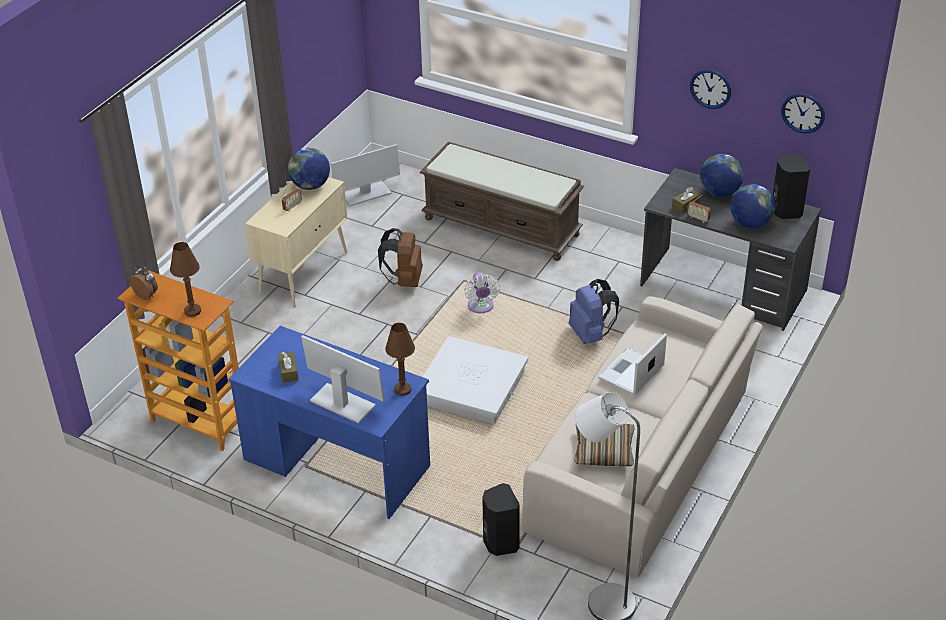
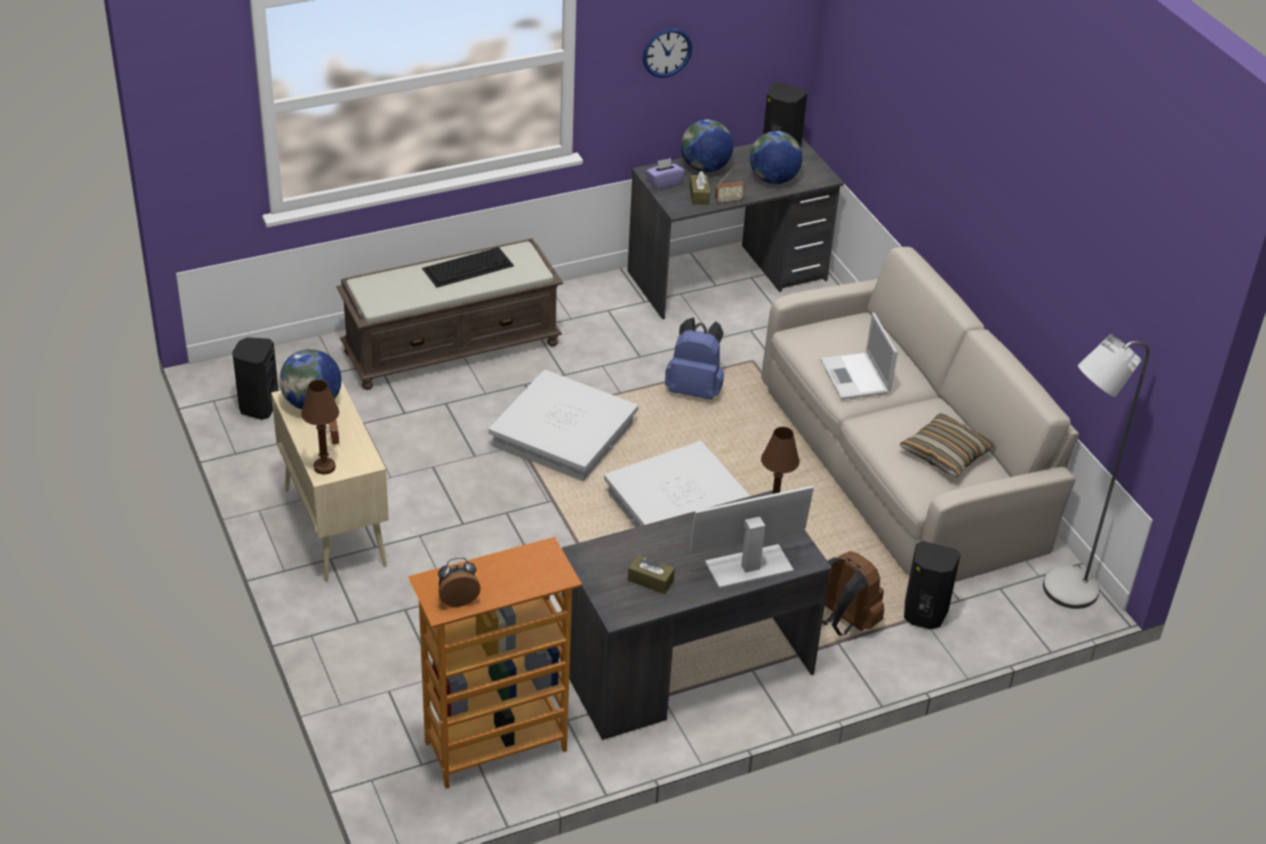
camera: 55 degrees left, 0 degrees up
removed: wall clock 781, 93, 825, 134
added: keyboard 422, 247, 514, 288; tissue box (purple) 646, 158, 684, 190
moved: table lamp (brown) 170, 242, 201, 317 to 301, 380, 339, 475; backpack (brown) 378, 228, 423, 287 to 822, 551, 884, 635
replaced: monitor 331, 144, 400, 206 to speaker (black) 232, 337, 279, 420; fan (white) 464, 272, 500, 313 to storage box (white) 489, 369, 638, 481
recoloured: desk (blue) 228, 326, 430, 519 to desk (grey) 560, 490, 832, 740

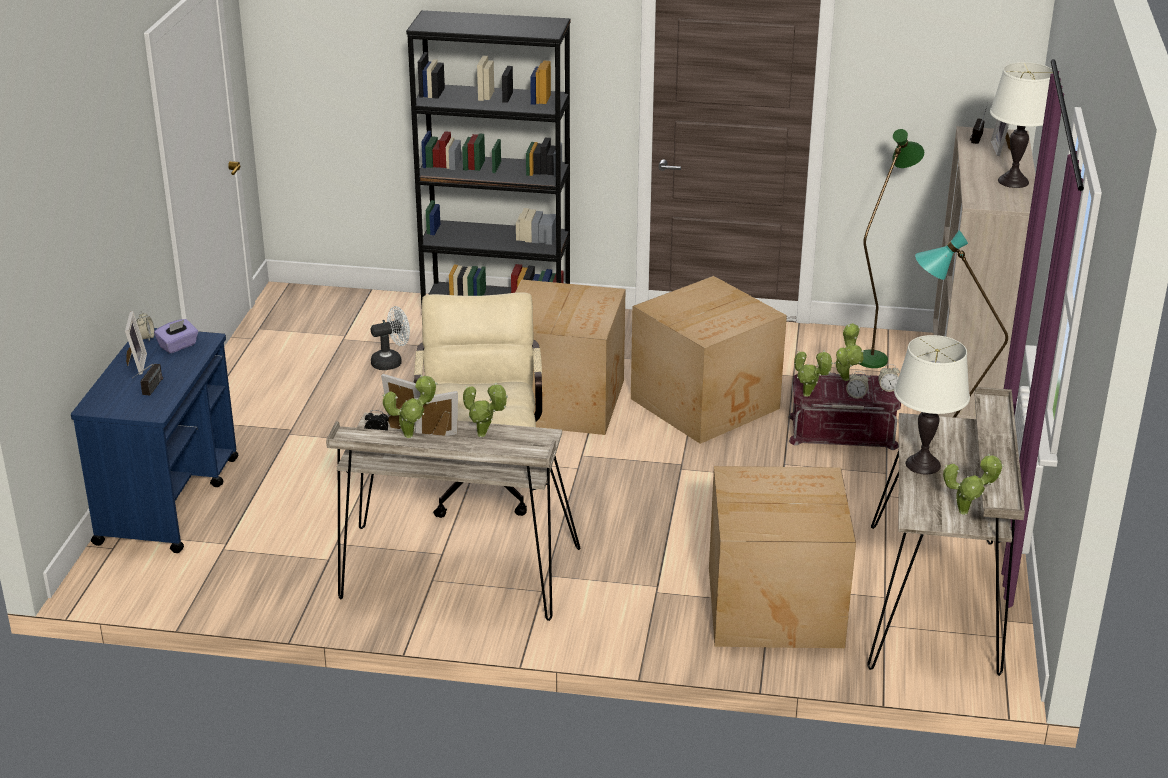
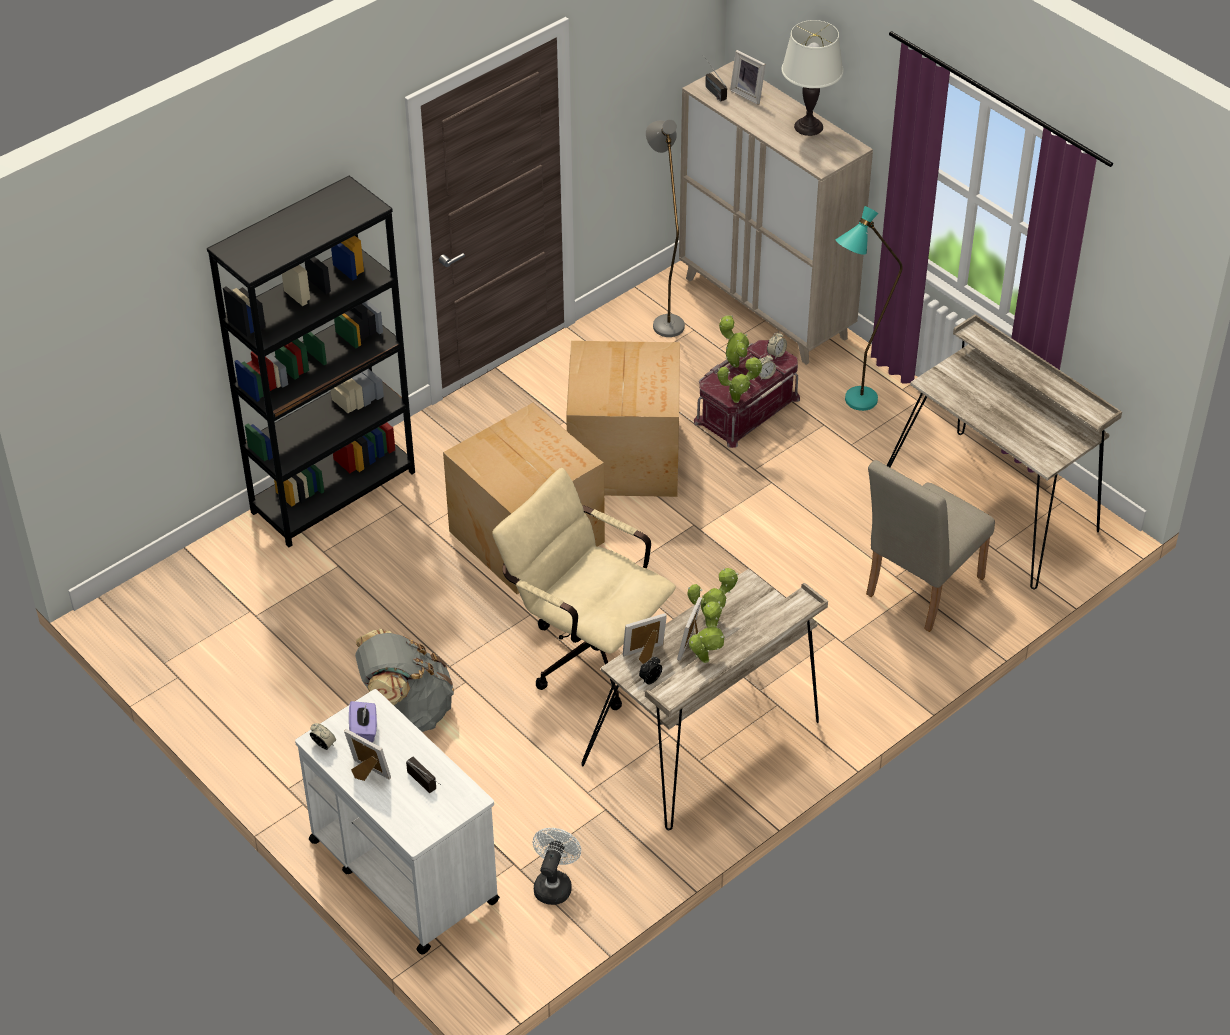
camera: 50 degrees left, 15 degrees up
removed: table lamp (white) 894, 335, 970, 474; potted plant 943, 454, 1004, 515
added: backpack (grey) 355, 629, 454, 732
moved: fan (white) 371, 306, 410, 370 to 533, 828, 581, 905
replaced: cardboard box 709, 466, 856, 648 to chair (beige) 866, 460, 995, 632
recoloured: cart (blue) 71, 328, 239, 553 to cart (white) 295, 689, 500, 954; floor lamp (green) 860, 129, 924, 368 to floor lamp (grey) 646, 120, 685, 337

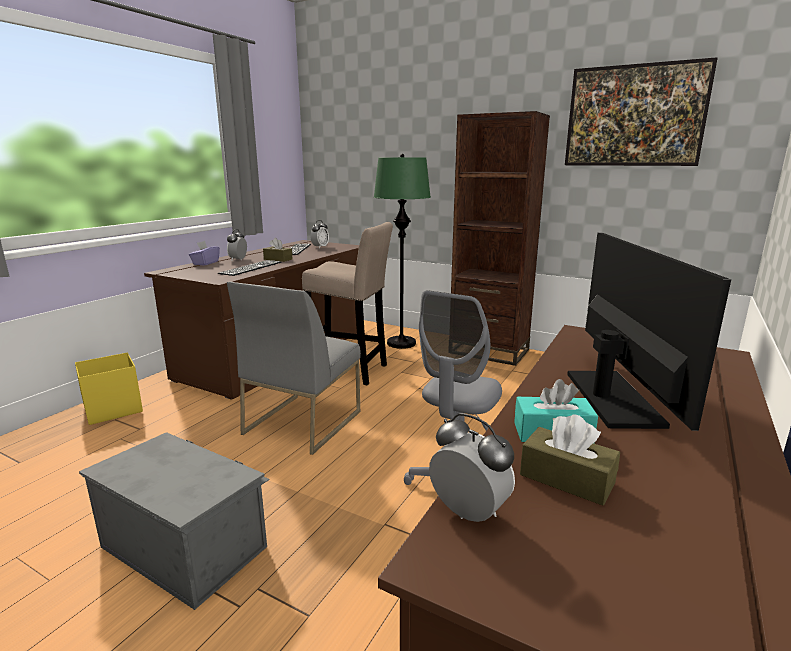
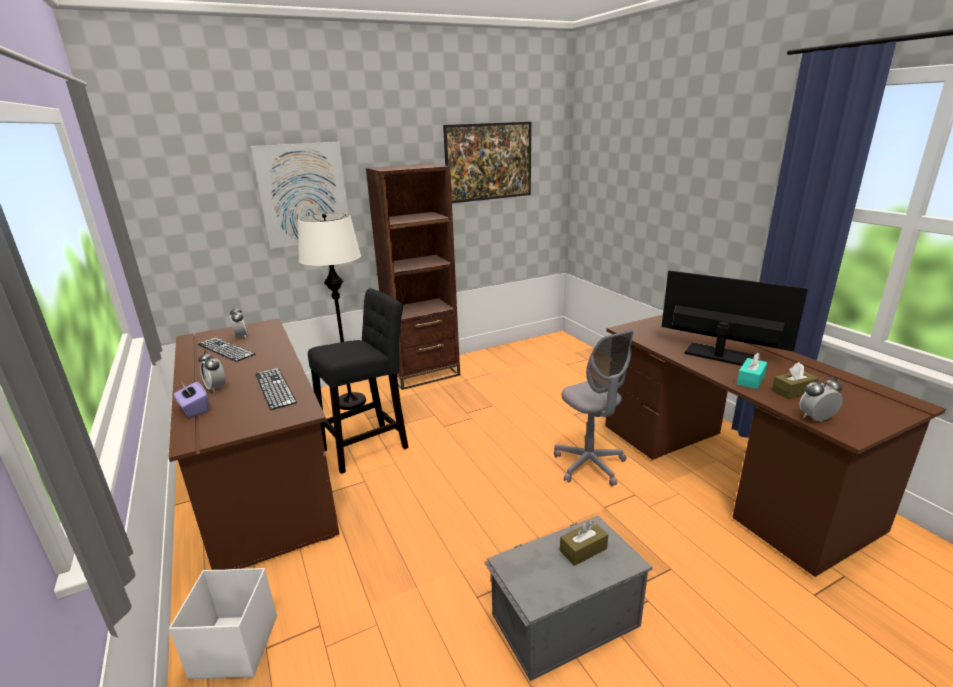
camera: 55 degrees left, 5 degrees up
removed: chair (grey) 227, 282, 361, 455
added: picture 251, 142, 349, 249
moved: tissue box (brown) 263, 238, 293, 262 to 560, 521, 608, 566
recoloured: storage box (yellow) 75, 353, 143, 425 to storage box (white) 169, 568, 277, 679; stool (beige) 302, 222, 393, 385 to stool (black) 308, 288, 409, 474; floor lamp (green) 374, 154, 431, 349 to floor lamp (white) 298, 213, 366, 410

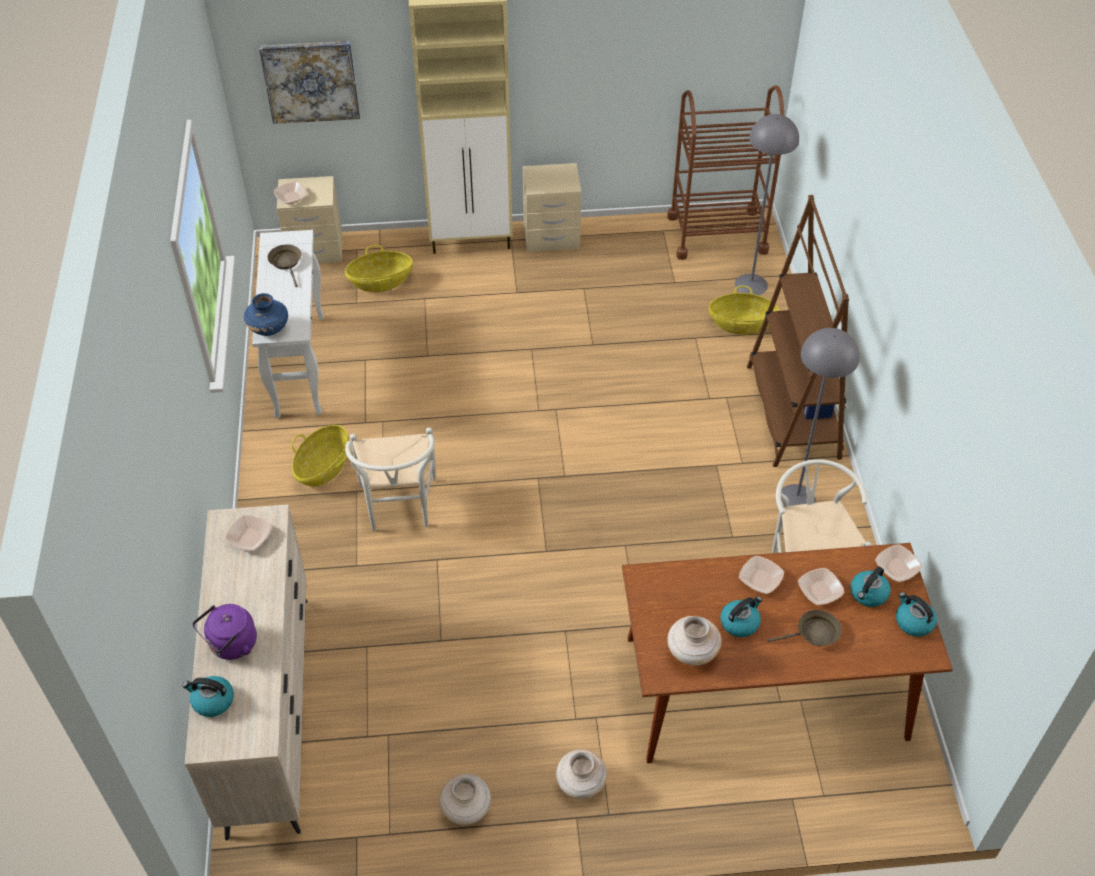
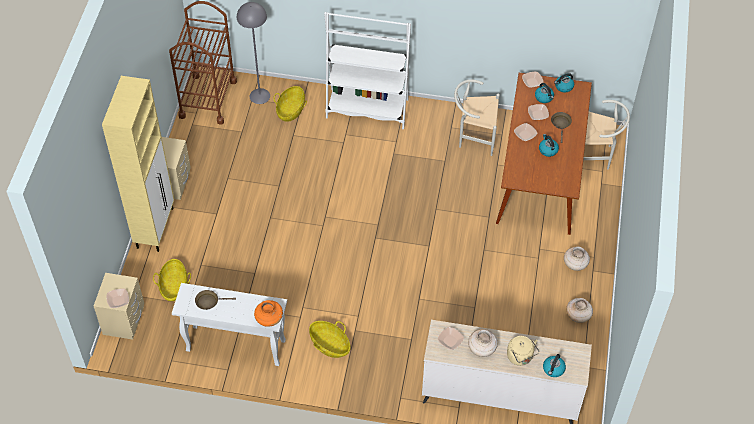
camera: 75 degrees left, 5 degrees up
removed: picture 259, 41, 360, 124; floor lamp (grey) 781, 328, 860, 506
moved: chair (white) 345, 427, 436, 532 to 583, 100, 630, 170; vase (beige) 667, 616, 722, 666 to 468, 329, 498, 357
recoloured: kettle (purple) 192, 604, 257, 660 to kettle (beige) 507, 336, 539, 366; vase (blue) 244, 293, 288, 336 to vase (orange) 254, 300, 283, 327; bookcase (brown) 747, 195, 849, 467 to bookcase (white) 324, 12, 411, 129

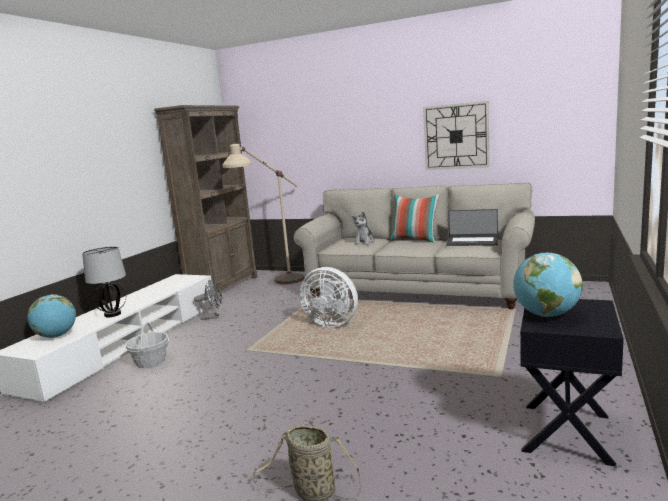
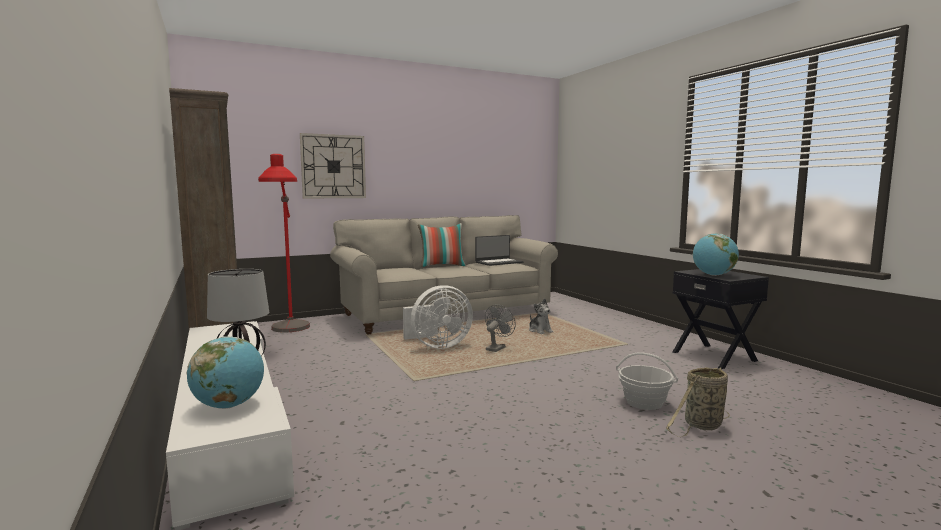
camera: 50 degrees left, 5 degrees down
moved: basket 125, 322, 169, 368 to 616, 352, 678, 410; fan (grey) 194, 279, 222, 320 to 485, 304, 516, 352; plush toy 352, 212, 374, 245 to 529, 298, 553, 334; wall clock 423, 101, 490, 170 to 300, 133, 366, 199
recoloured: floor lamp (beige) 223, 144, 305, 284 to floor lamp (red) 258, 154, 310, 332

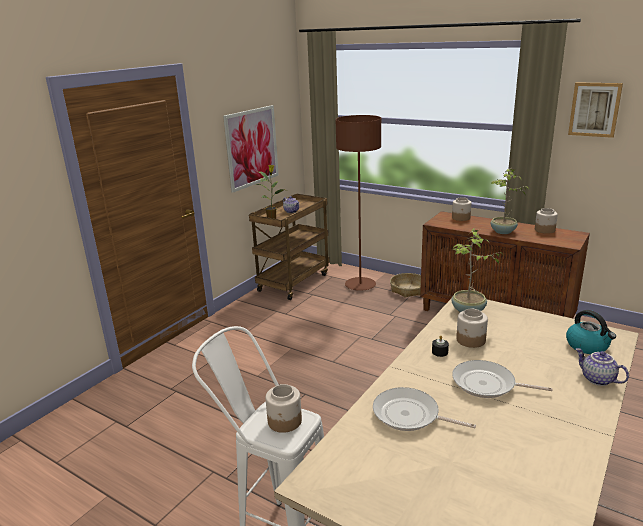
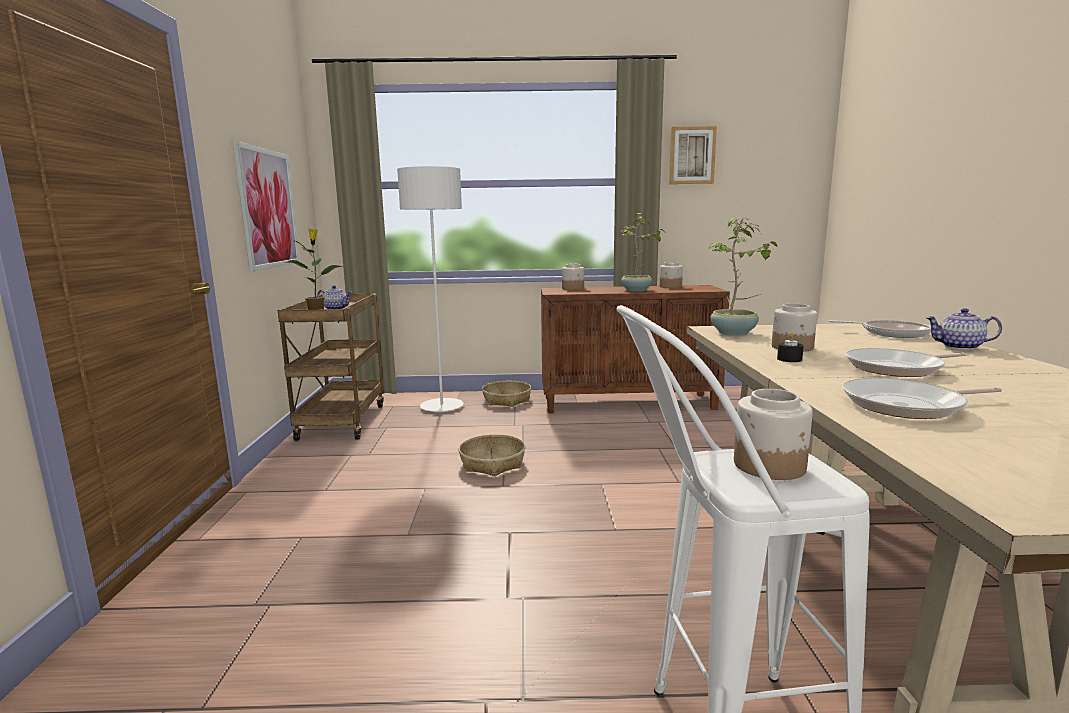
camera: 35 degrees left, 10 degrees down
added: basket 458, 434, 525, 476
replaced: kettle 566, 310, 616, 354 to frying pan 829, 320, 931, 338
recoloured: floor lamp (brown) 335, 115, 381, 291 to floor lamp (white) 397, 166, 464, 412

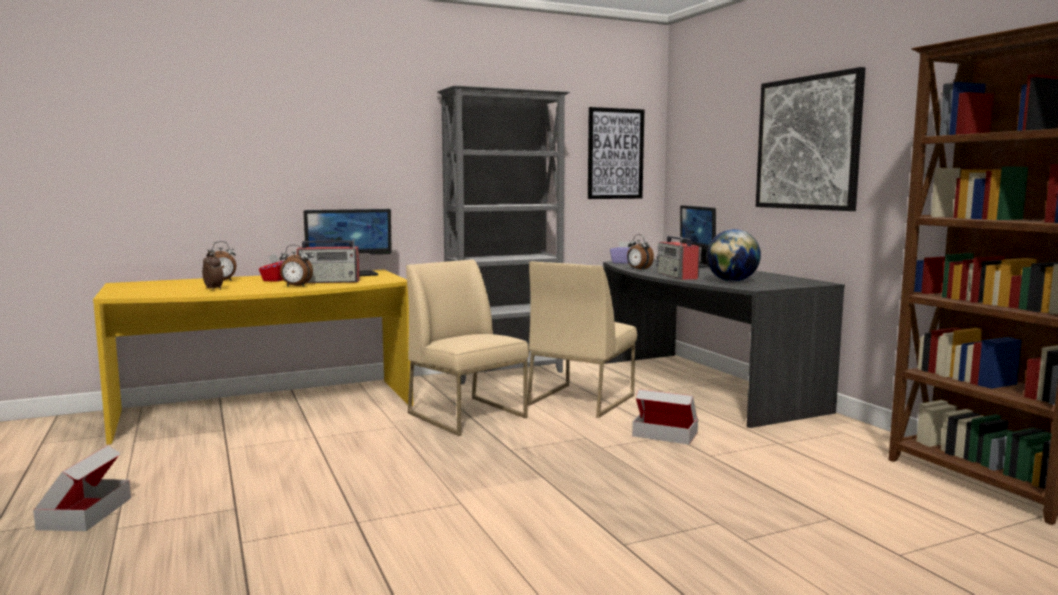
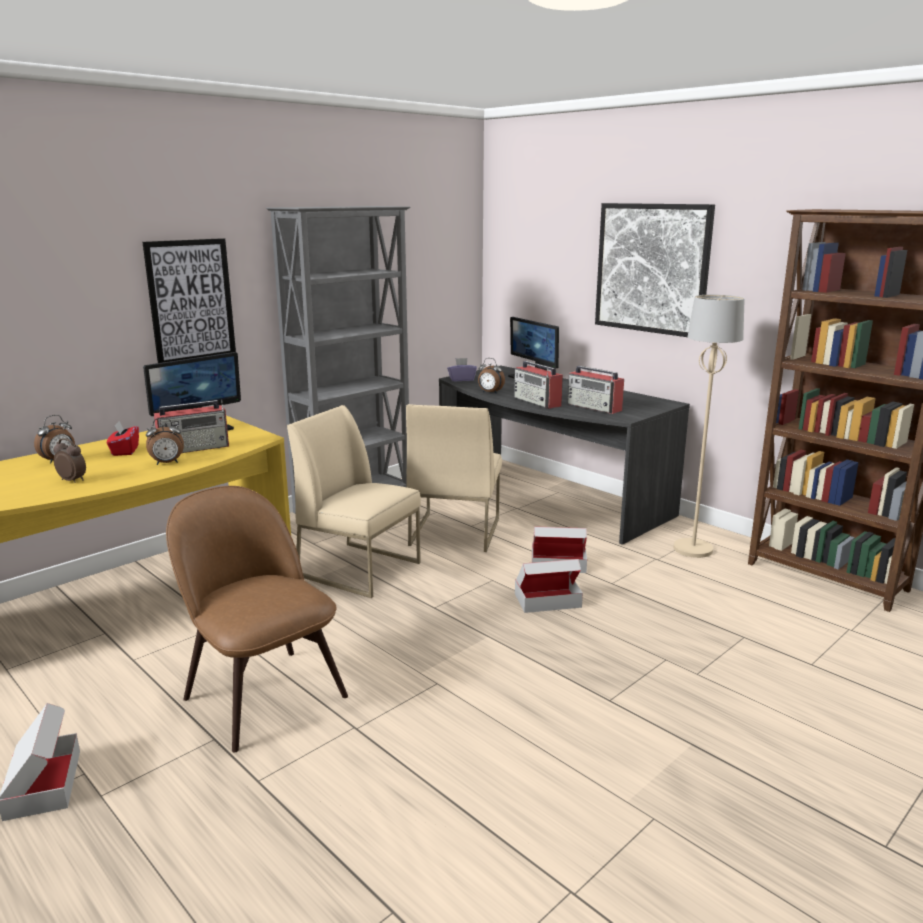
camera: 20 degrees left, 10 degrees up
added: chair (brown) 166, 486, 348, 753; cardboard box 515, 559, 583, 613; floor lamp (beige) 674, 295, 745, 558
moved: picture 588, 107, 644, 199 to 142, 238, 236, 363
replaced: globe 707, 229, 761, 282 to radio 568, 366, 624, 414

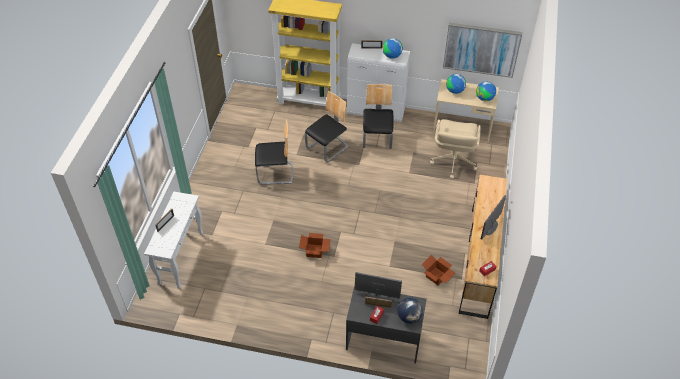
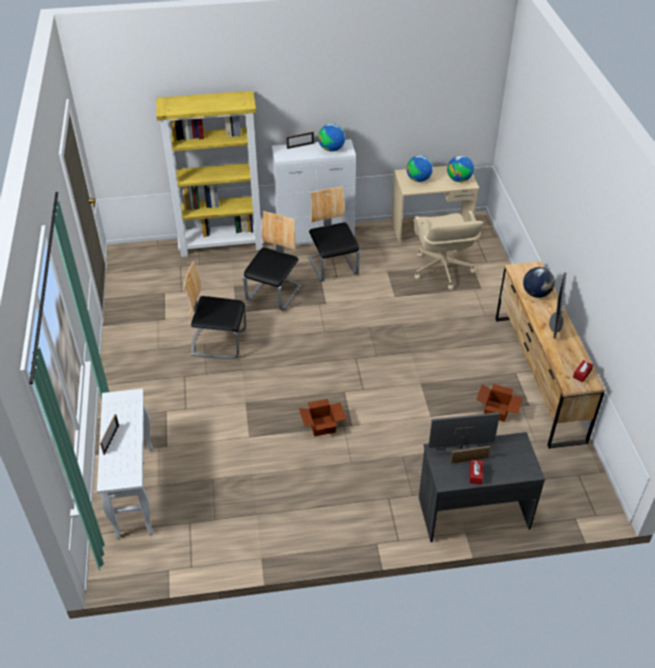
camera: 20 degrees left, 5 degrees down
removed: picture 443, 23, 522, 78
moved: globe 397, 298, 423, 324 to 523, 267, 555, 298
turned: chair 255, 119, 294, 185 = 184, 261, 246, 359 150 degrees counterclockwise

